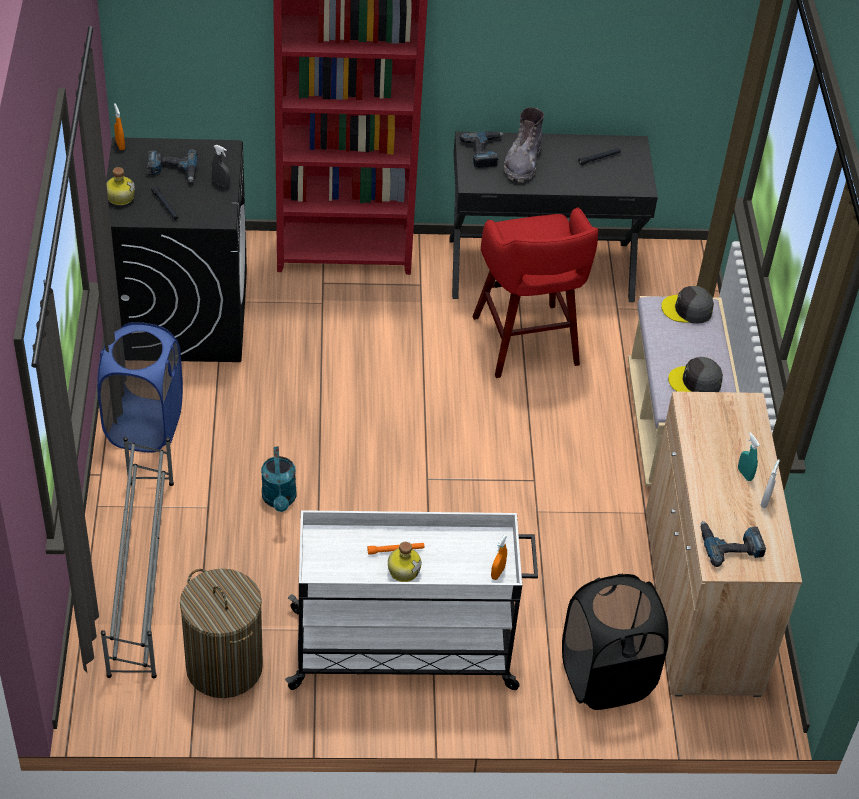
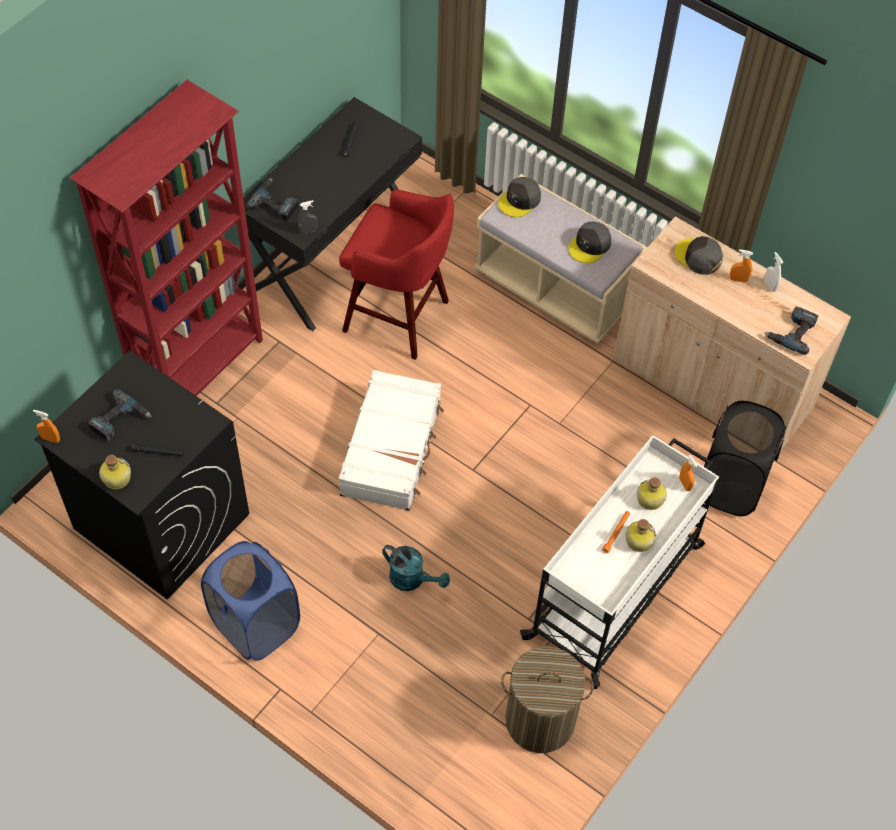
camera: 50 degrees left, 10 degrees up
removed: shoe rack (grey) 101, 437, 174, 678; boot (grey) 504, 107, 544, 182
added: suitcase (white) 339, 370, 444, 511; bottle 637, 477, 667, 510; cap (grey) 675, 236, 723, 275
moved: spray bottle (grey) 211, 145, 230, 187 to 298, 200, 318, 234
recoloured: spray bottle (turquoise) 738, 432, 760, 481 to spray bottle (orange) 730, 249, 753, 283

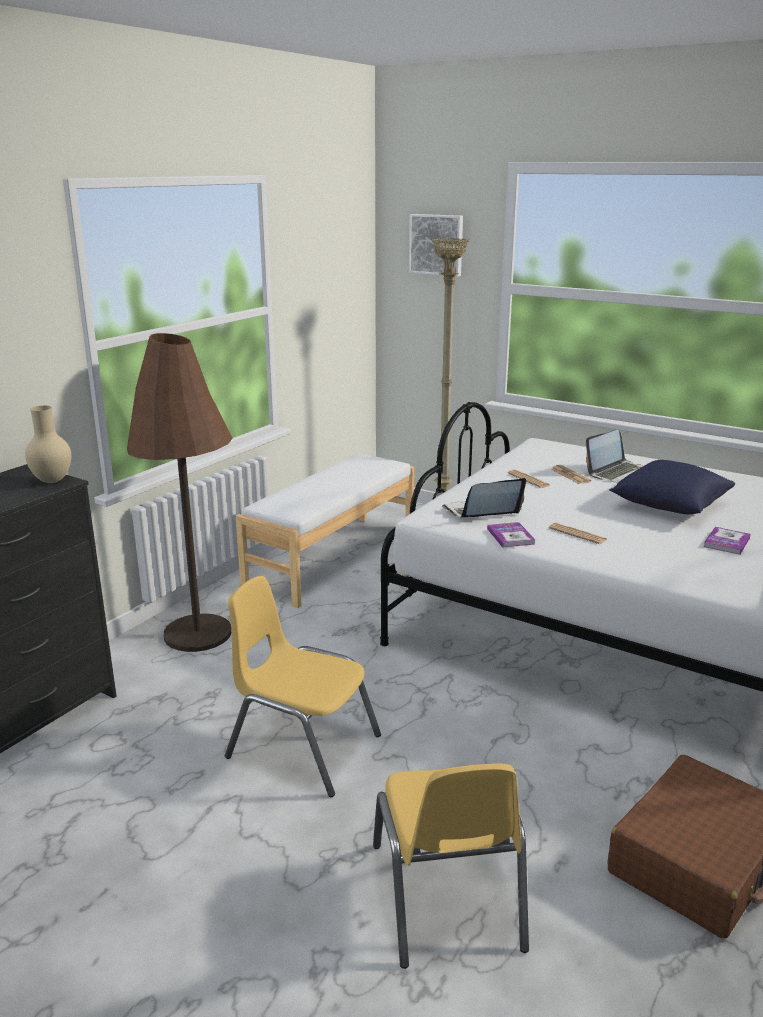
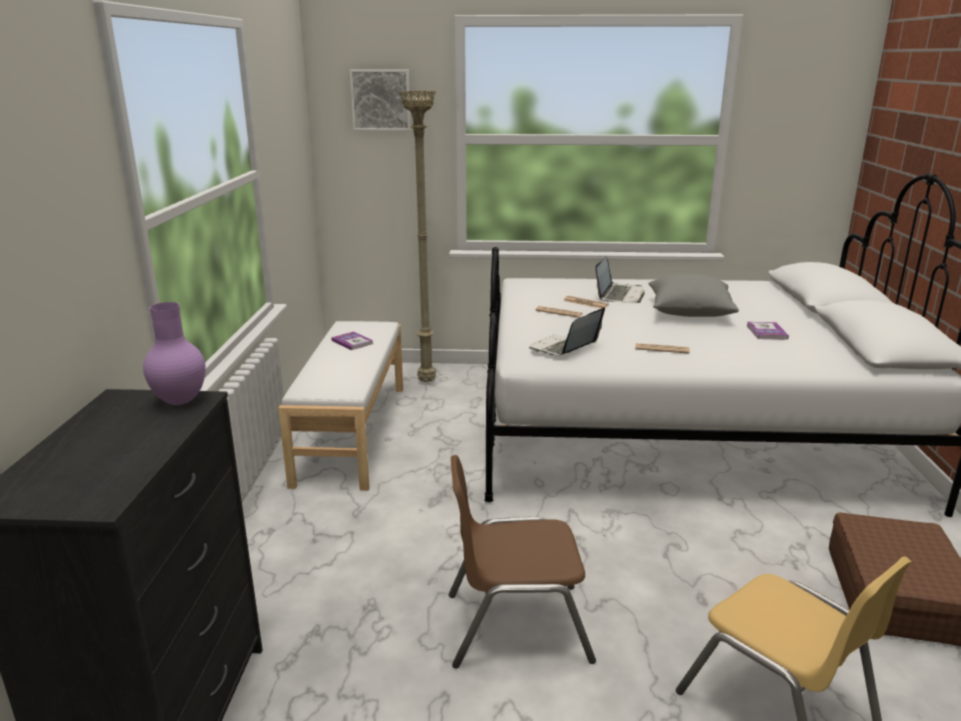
camera: 30 degrees left, 0 degrees up
removed: floor lamp (brown) 127, 333, 233, 652
moved: book 487, 522, 535, 547 to 331, 331, 373, 350
recoloured: vase (beige) 25, 406, 71, 483 to vase (purple) 143, 302, 206, 405; chair (yellow) 225, 576, 381, 797 to chair (brown) 449, 455, 596, 669; pillow (blue) 609, 460, 735, 514 to pillow (grey) 648, 274, 739, 317

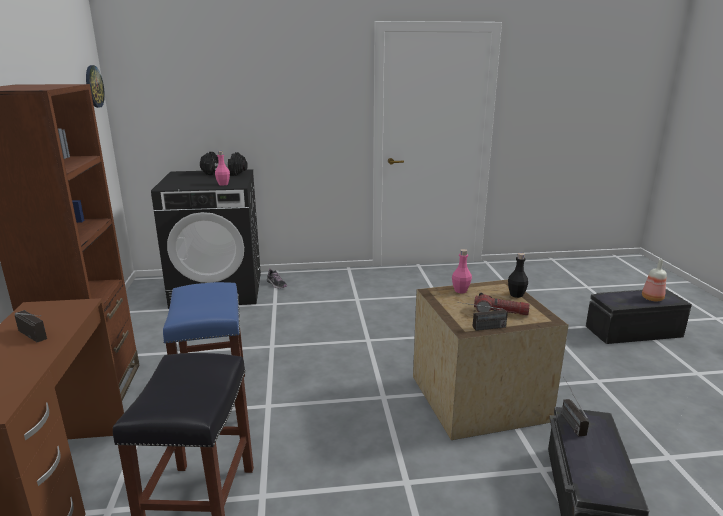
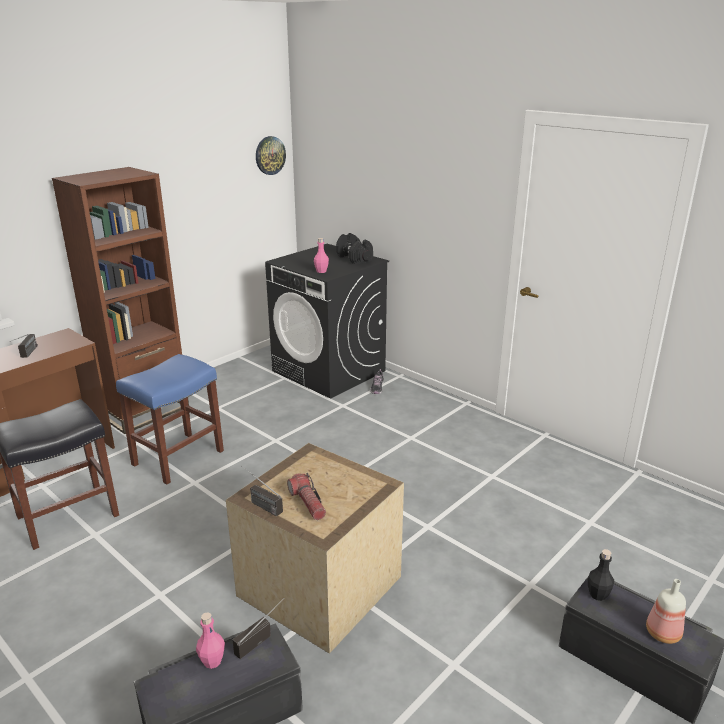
camera: 50 degrees right, 5 degrees up
moved: bottle (pink) 452, 249, 472, 293 to 196, 612, 225, 669; bottle (black) 508, 253, 528, 298 to 588, 549, 614, 601

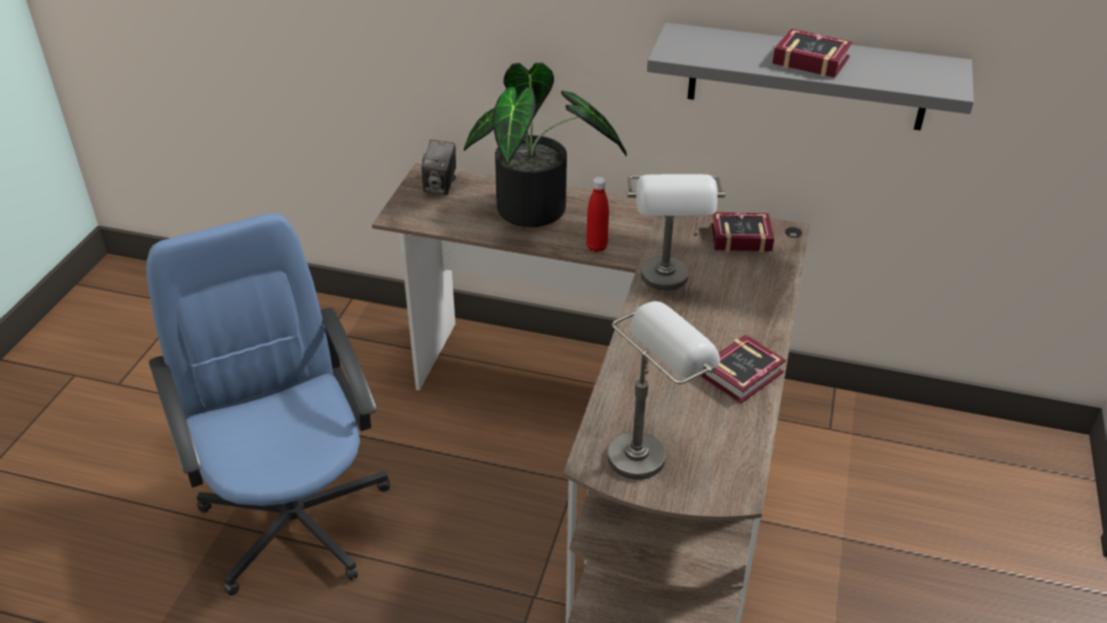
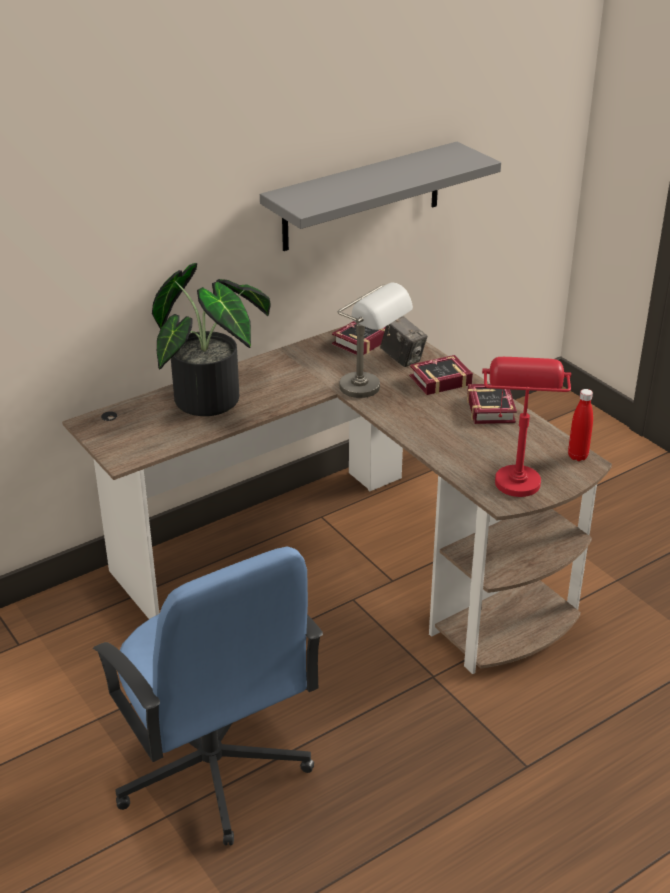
camera: 50 degrees left, 5 degrees down
moved: photo camera 421, 140, 456, 195 to 380, 317, 428, 367; bottle (red) 586, 177, 609, 252 to 568, 389, 593, 461; book 772, 28, 852, 78 to 409, 355, 473, 395
recoloured: table lamp (grey) 608, 301, 720, 480 to table lamp (red) 482, 357, 571, 497
turned: office chair (blue) 146, 213, 390, 595 = 93, 547, 323, 846 135 degrees counterclockwise

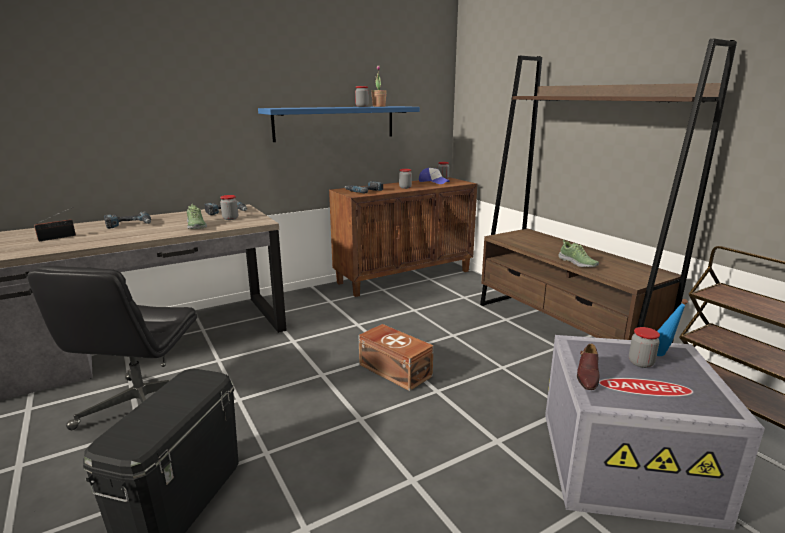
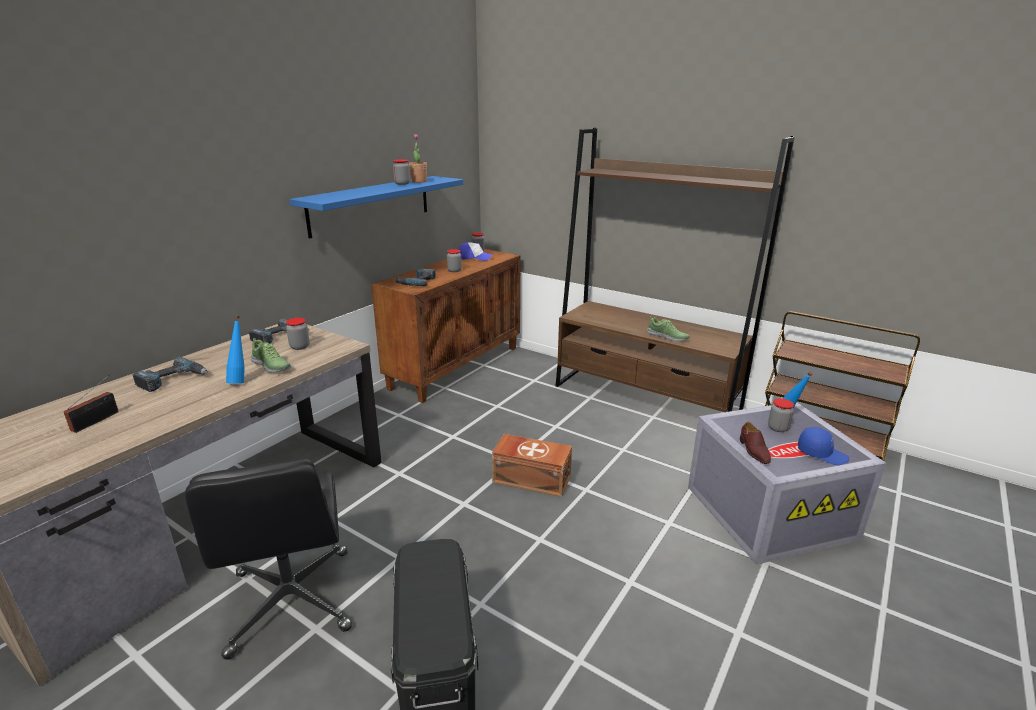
camera: 25 degrees left, 5 degrees up
added: bottle (blue) 226, 316, 245, 383; cap (blue) 798, 427, 849, 465

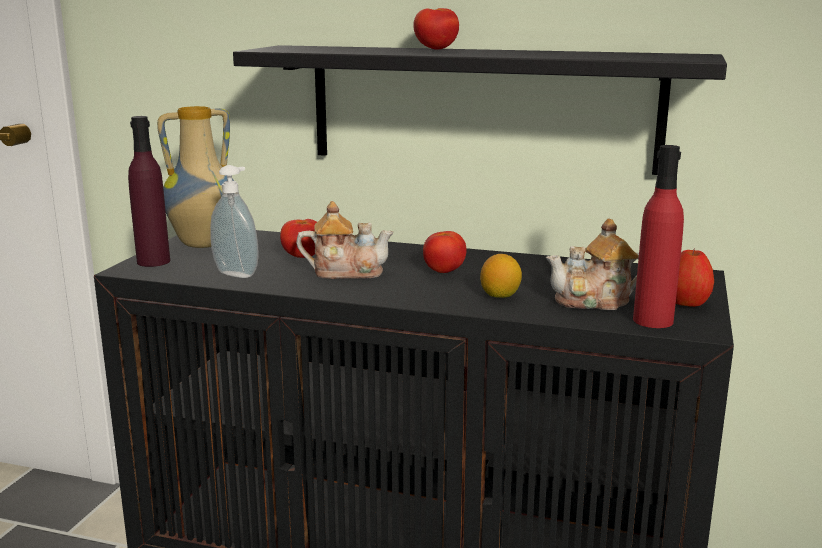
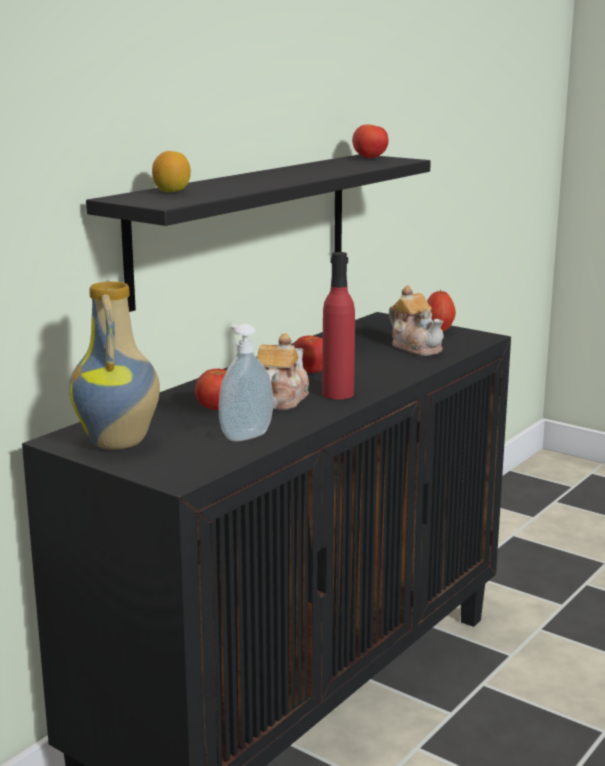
camera: 70 degrees left, 0 degrees up
removed: bottle (purple) 128, 116, 170, 267
moved: tomato 413, 8, 459, 50 to 352, 125, 388, 158; lemon 480, 254, 522, 298 to 152, 151, 191, 193; bottle (red) 633, 145, 684, 328 to 322, 252, 355, 399
turned: teapot 546, 219, 639, 310 = 389, 285, 444, 356 45 degrees counterclockwise

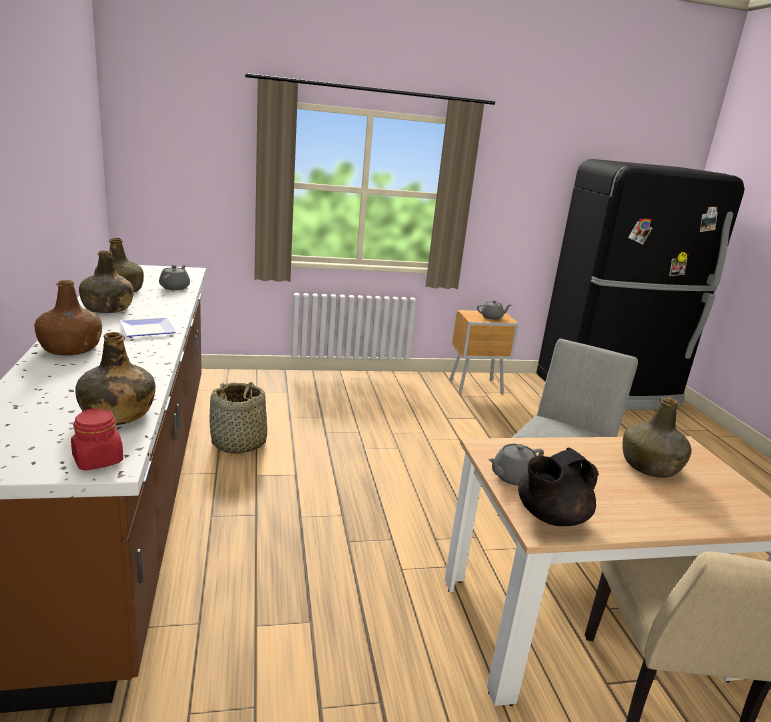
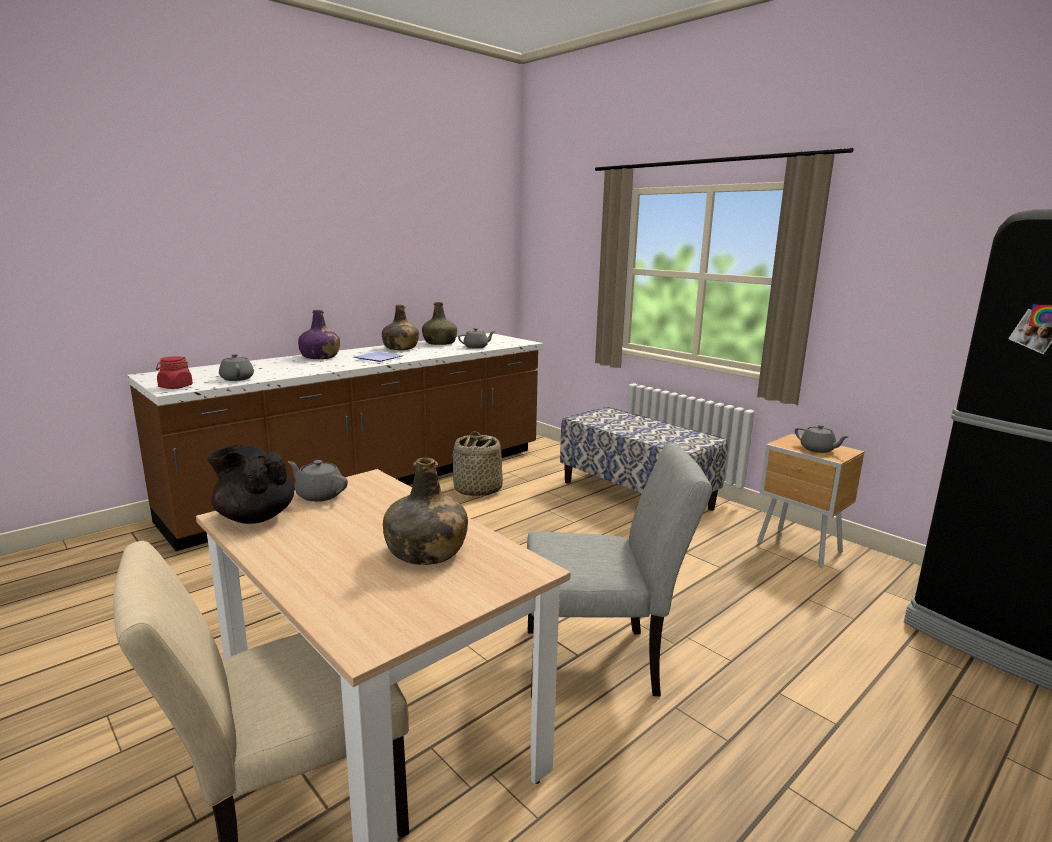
camera: 60 degrees right, 5 degrees down
added: bench 560, 407, 728, 511
replaced: bottle (green) 75, 332, 156, 425 to teapot (grey) 219, 354, 254, 381
recoloured: bottle (brown) 34, 280, 102, 355 to bottle (purple) 298, 310, 340, 359

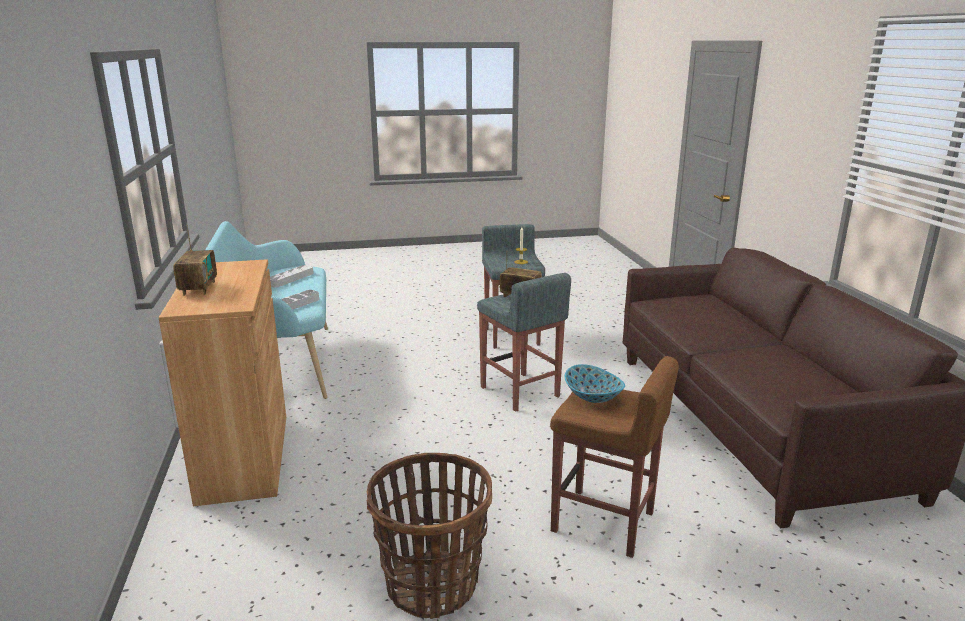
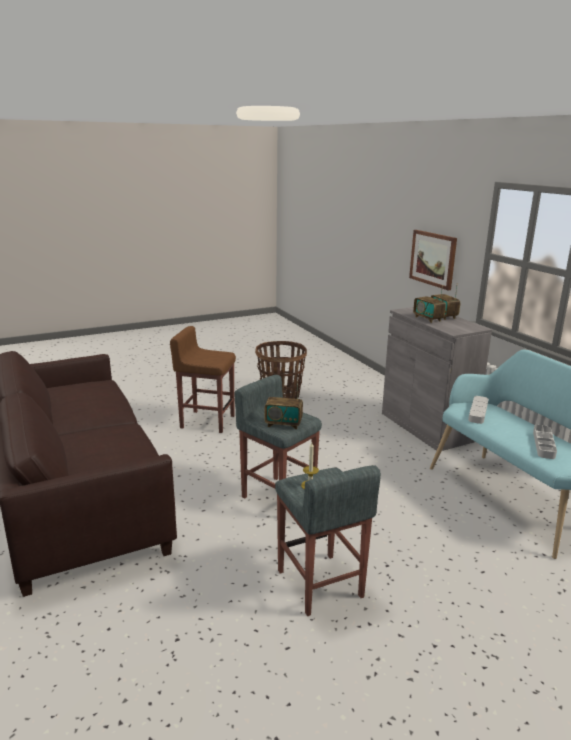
camera: 165 degrees right, 0 degrees up
removed: bowl 565, 364, 625, 403
added: picture 409, 230, 457, 290; radio 413, 285, 446, 323
recoloured: cabinet (brown) 159, 259, 286, 506 to cabinet (grey) 382, 307, 492, 451

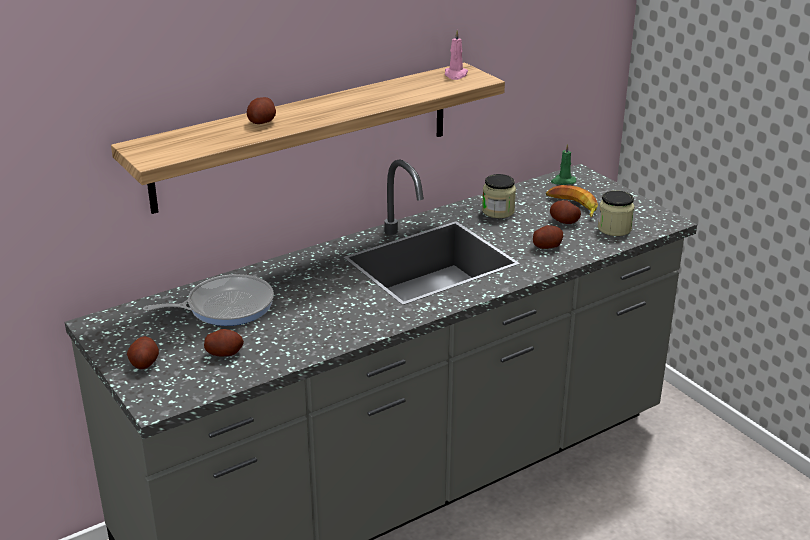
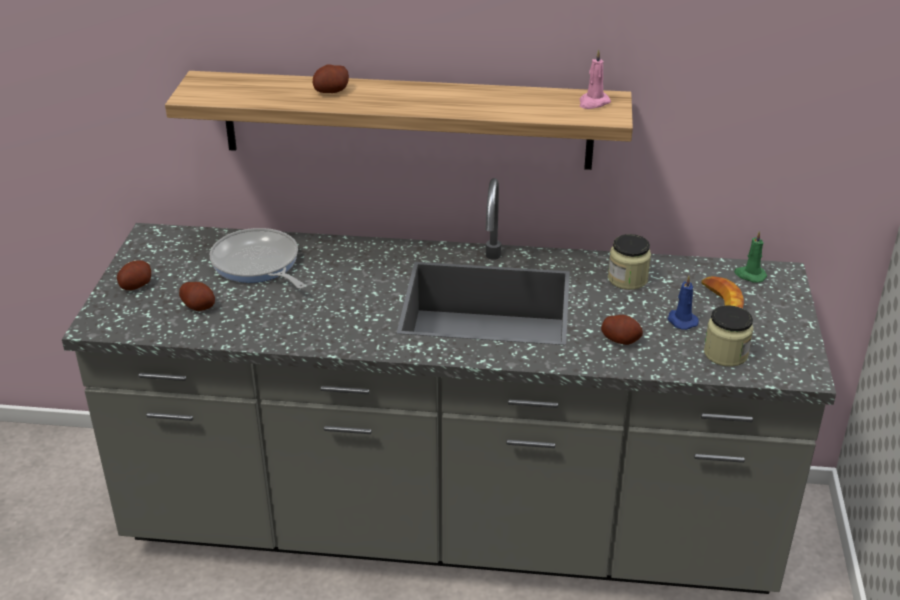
camera: 40 degrees right, 5 degrees up
replaced: potato 550, 200, 581, 224 to candle (blue) 668, 276, 699, 330
turned: frying pan 143, 274, 274, 326 = 210, 228, 305, 289 150 degrees counterclockwise

